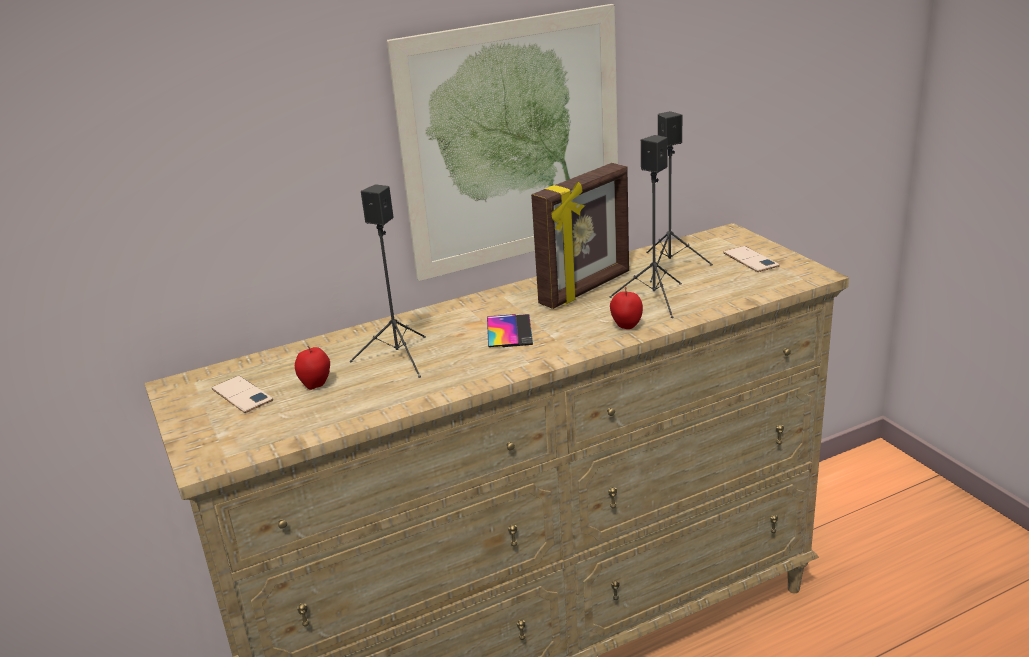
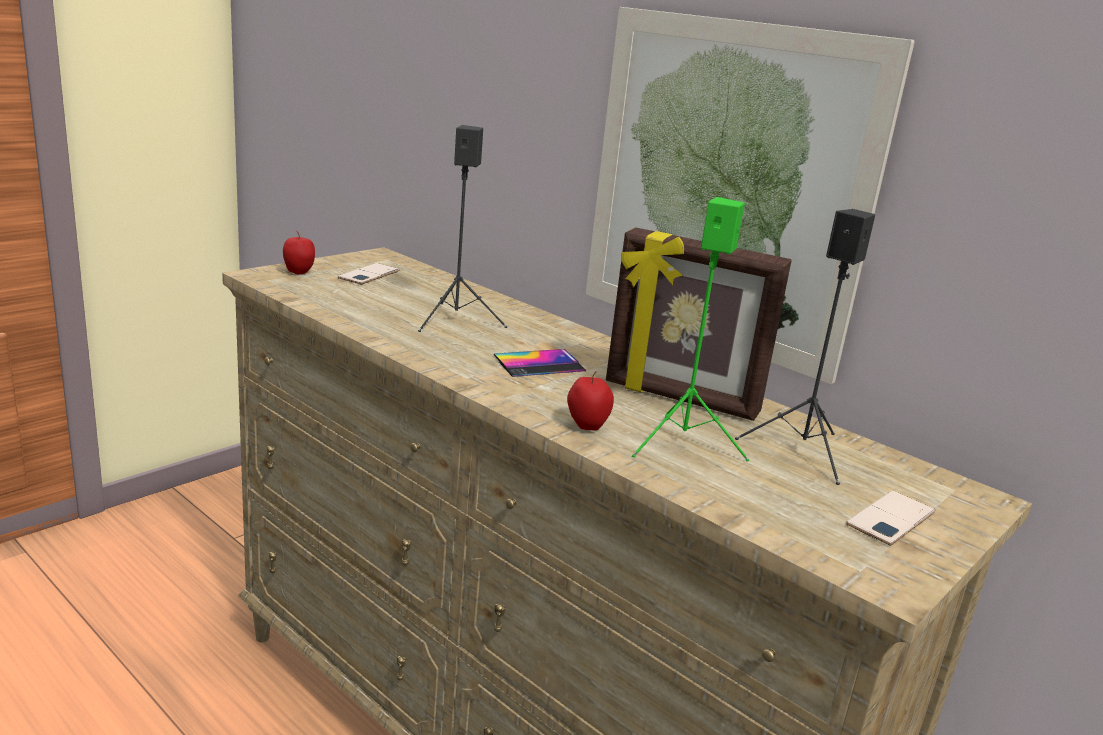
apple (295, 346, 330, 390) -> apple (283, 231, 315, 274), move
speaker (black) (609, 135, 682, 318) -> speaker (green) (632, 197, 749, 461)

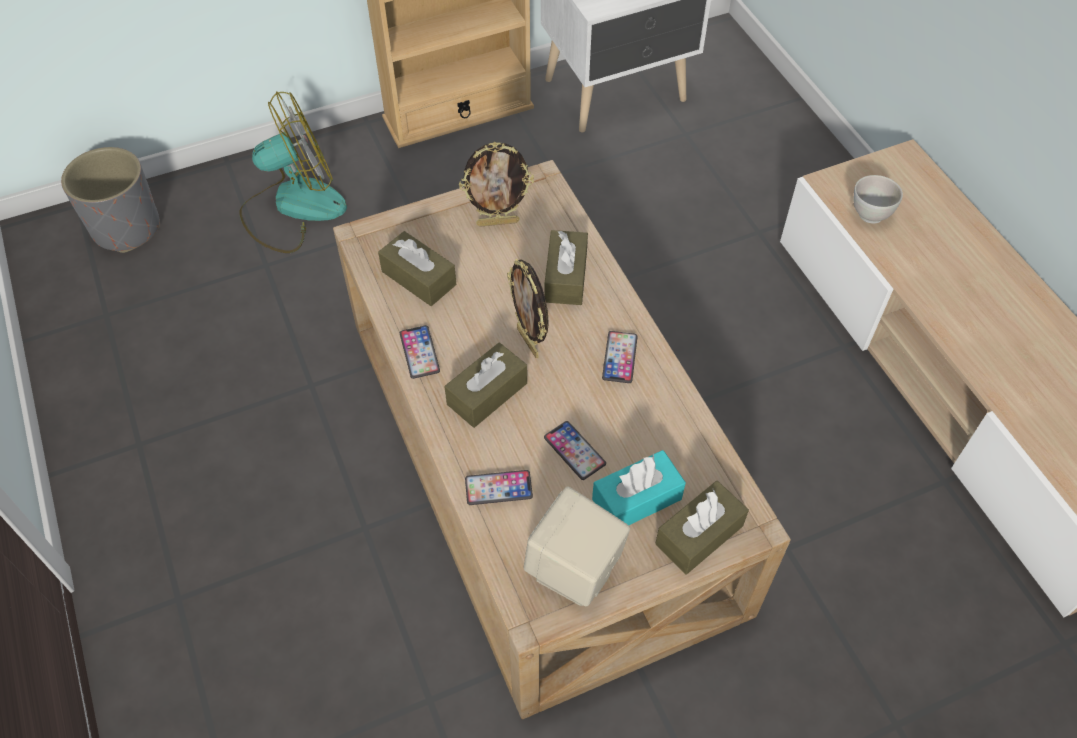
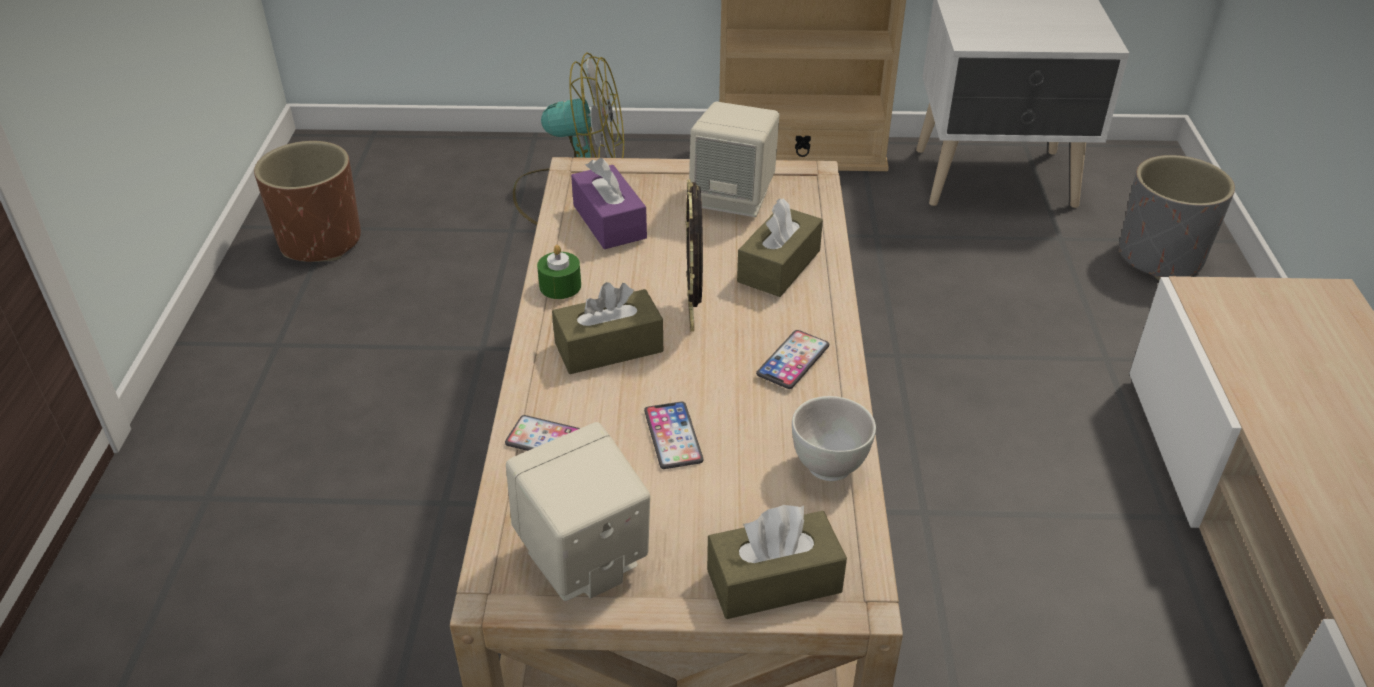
none -> planter (brown) (254, 141, 361, 262)
phone (400, 325, 440, 379) -> candle (green) (537, 245, 581, 299)
tissue box (brown) (378, 231, 456, 306) -> tissue box (purple) (571, 158, 647, 249)
picture frame (459, 142, 534, 227) -> speaker (beige) (689, 102, 779, 217)
bowl (white) (853, 175, 903, 224) -> bowl (white) (792, 396, 876, 481), move
planter (grey) (61, 147, 160, 253) -> planter (grey) (1119, 155, 1235, 280), move
tissue box (turquoise) (592, 450, 686, 525) -> none

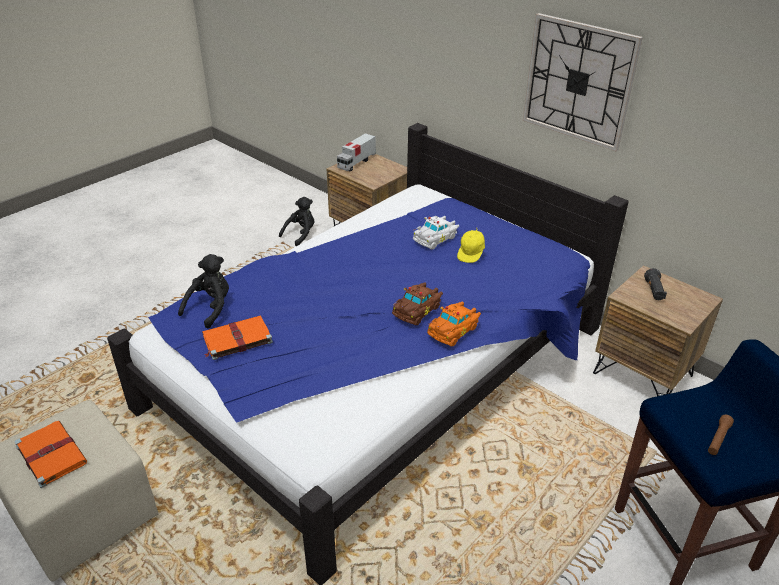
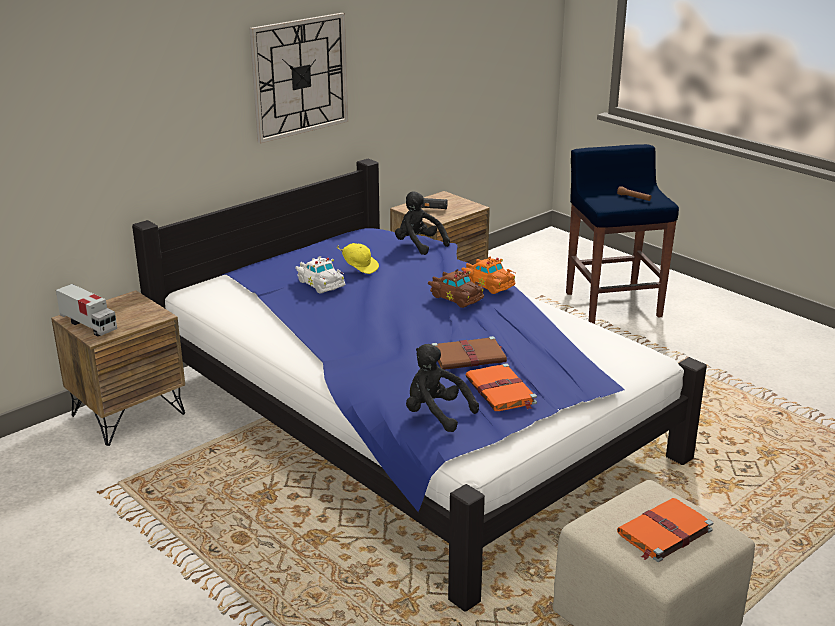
plush toy (black) (279, 197, 315, 246) -> plush toy (black) (395, 191, 450, 255), move
none -> book (brown) (431, 336, 507, 370)

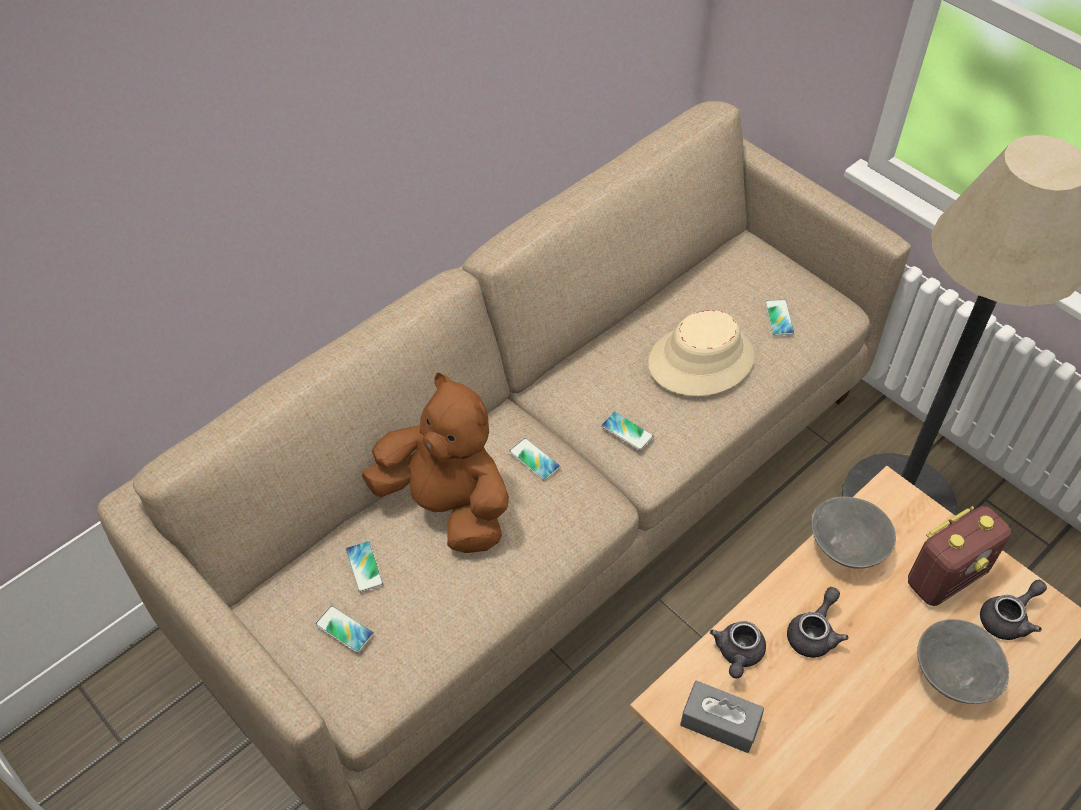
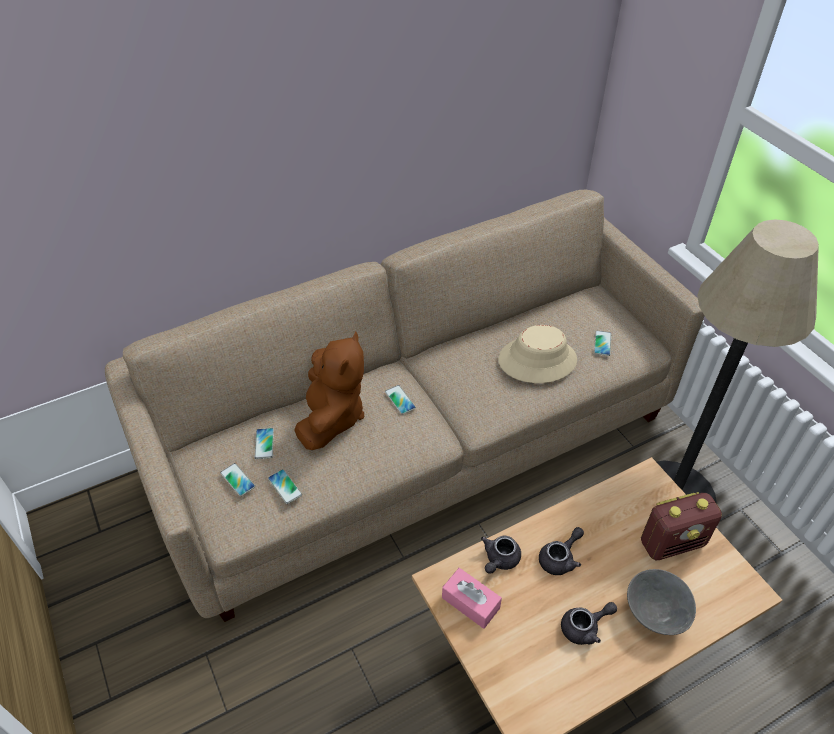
phone (601, 412, 654, 451) -> phone (268, 469, 302, 504), move
plush toy (brown) (362, 373, 509, 553) -> plush toy (brown) (294, 332, 364, 450), 45 degrees clockwise
tissue box (grey) (680, 680, 764, 753) -> tissue box (pink) (442, 568, 502, 629)
teapot (grey) (980, 580, 1047, 640) -> teapot (grey) (561, 602, 617, 645), move
bowl (grey) (811, 497, 896, 569) -> none

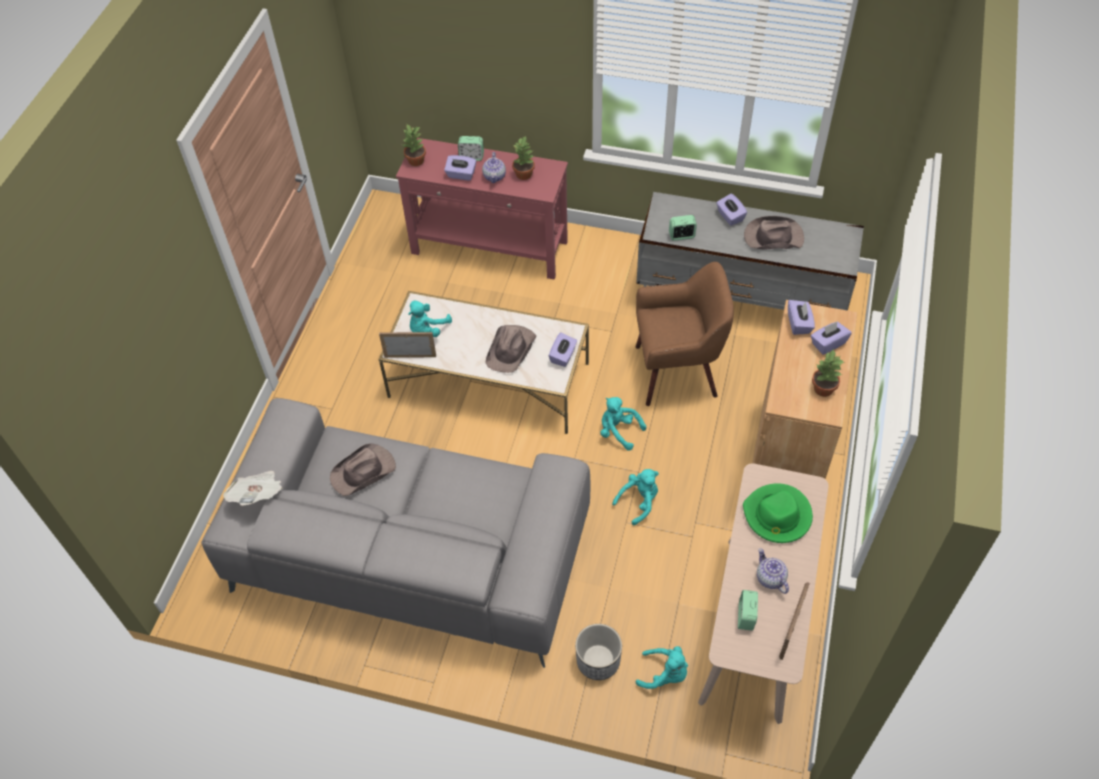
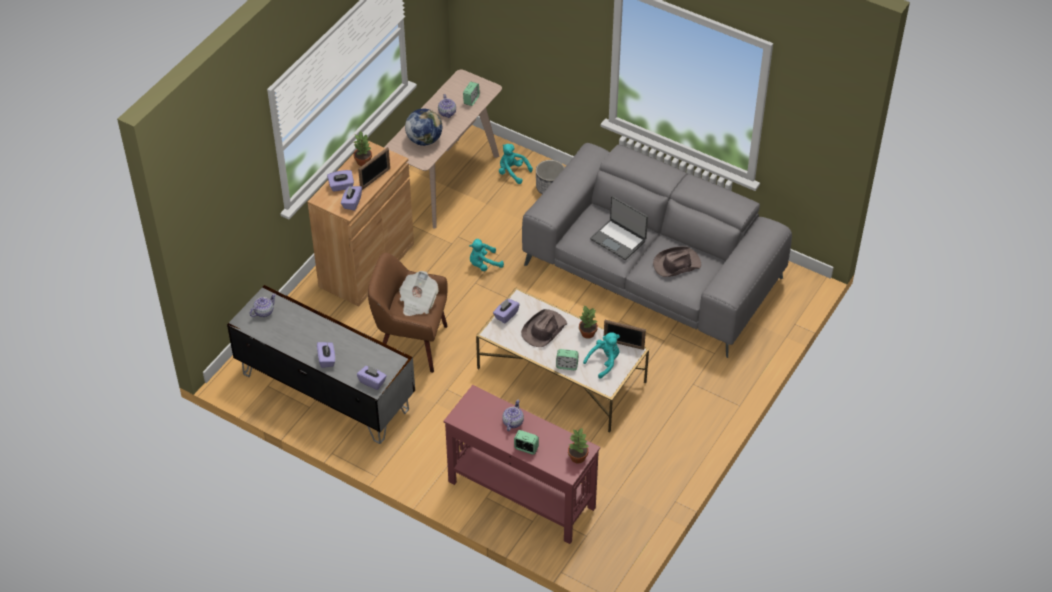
none -> teapot (250, 294, 276, 317)
tissue box (purple) (444, 155, 476, 180) -> tissue box (purple) (357, 365, 387, 390), move
picture frame (779, 582, 810, 660) -> picture frame (358, 147, 390, 190), move
newspaper (223, 471, 283, 506) -> newspaper (399, 271, 439, 316), move
hat (green) (743, 483, 813, 543) -> globe (405, 108, 442, 146)
alarm clock (669, 215, 697, 241) -> alarm clock (556, 349, 579, 370), move
potted plant (512, 136, 535, 180) -> potted plant (579, 306, 598, 339), move
none -> laptop (590, 196, 648, 260)
plush toy (turquoise) (600, 397, 646, 450) -> none
hat (brown) (744, 216, 804, 250) -> none

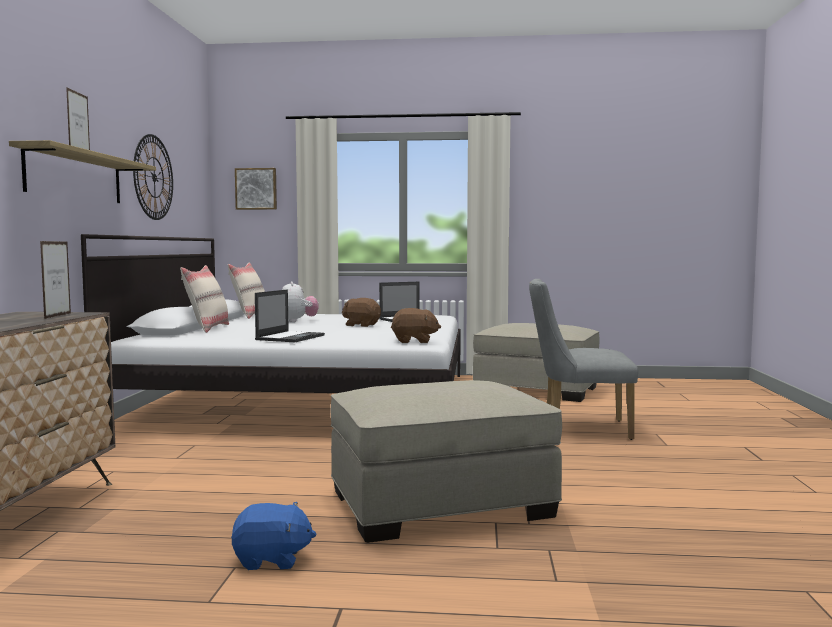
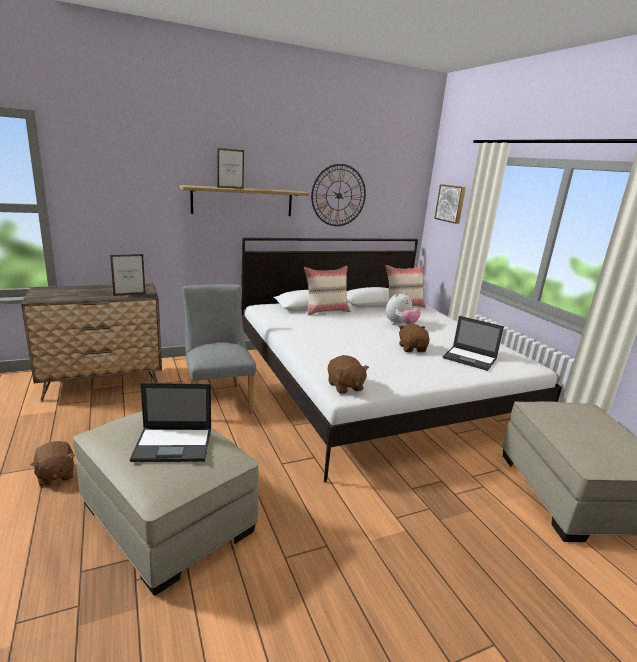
plush toy (blue) (231, 502, 316, 570) -> plush toy (brown) (31, 441, 75, 486)
laptop (255, 289, 325, 342) -> laptop (130, 383, 211, 462), move
chair (grey) (529, 279, 638, 440) -> chair (grey) (182, 284, 256, 413), move

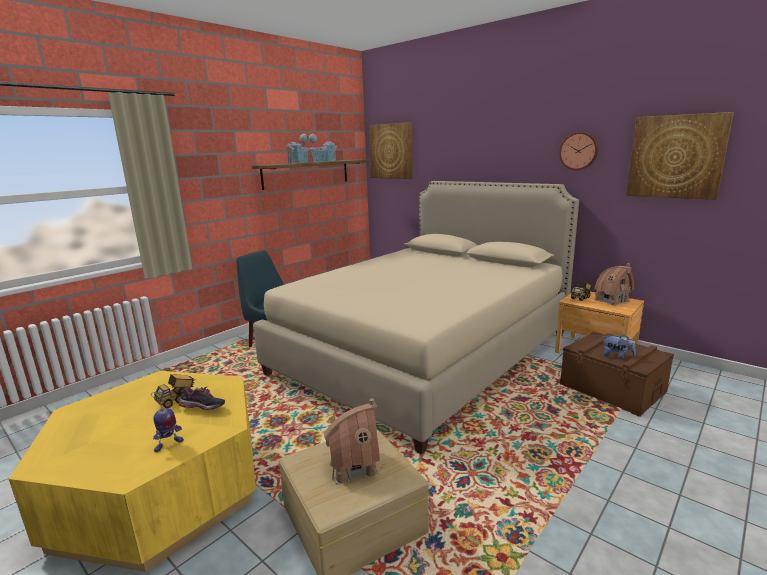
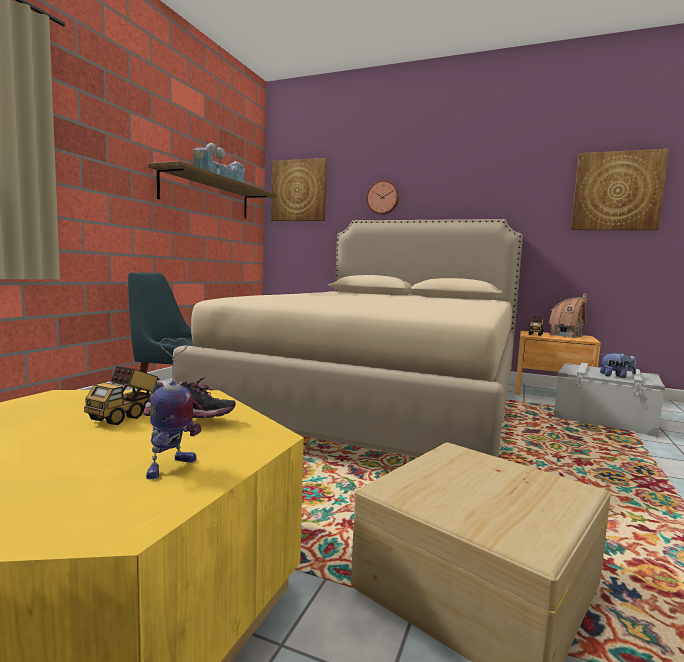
wall clock (559, 132, 598, 170) -> wall clock (366, 180, 399, 215), move
storage box (brown) (560, 331, 674, 417) -> storage box (grey) (553, 363, 665, 437)
toy house (323, 398, 380, 485) -> none

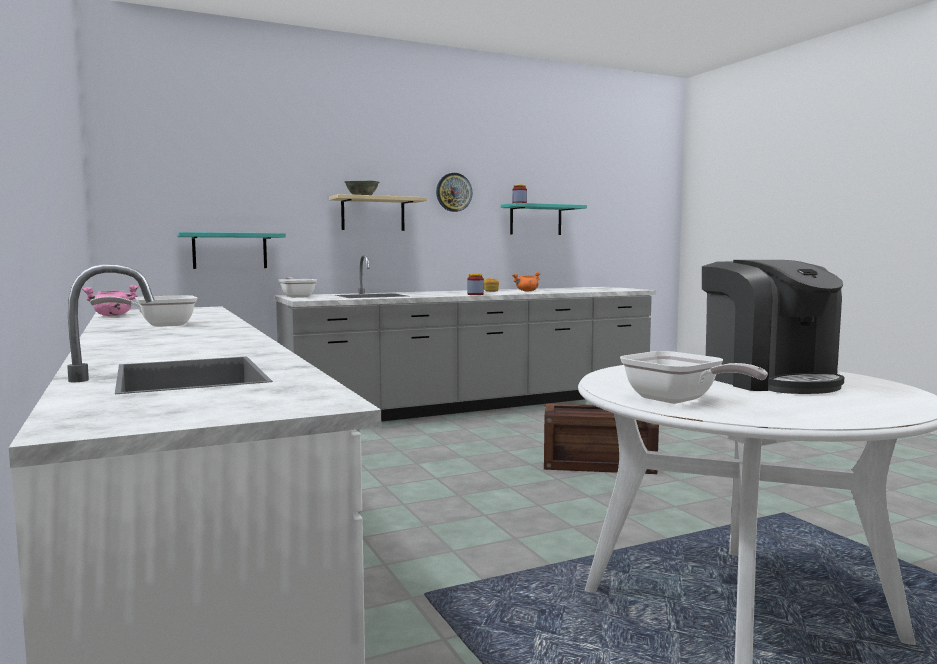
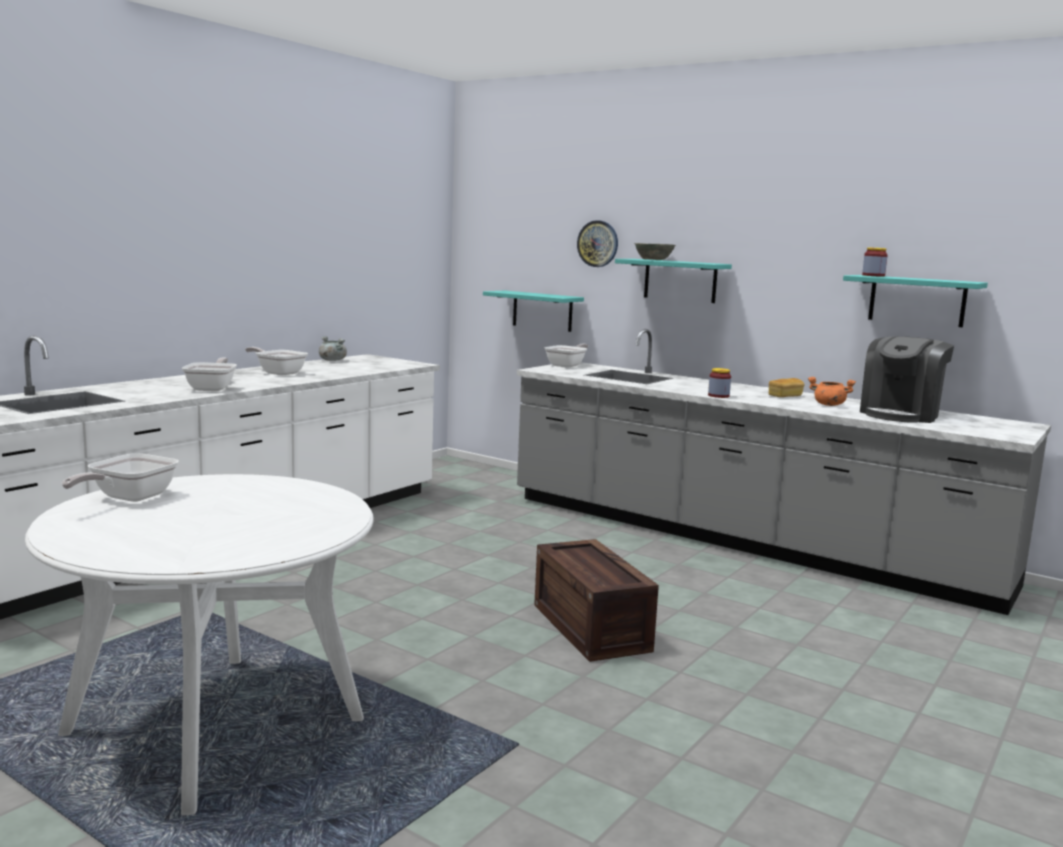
none -> frying pan (182, 358, 237, 391)
cooking pot (pink) (82, 285, 139, 316) -> cooking pot (grey) (319, 336, 347, 361)
wall clock (436, 173, 472, 212) -> wall clock (577, 220, 618, 267), move
shelf (beige) (329, 194, 427, 231) -> shelf (turquoise) (615, 259, 732, 303)
coffee machine (702, 260, 844, 394) -> coffee machine (860, 336, 954, 423), move

